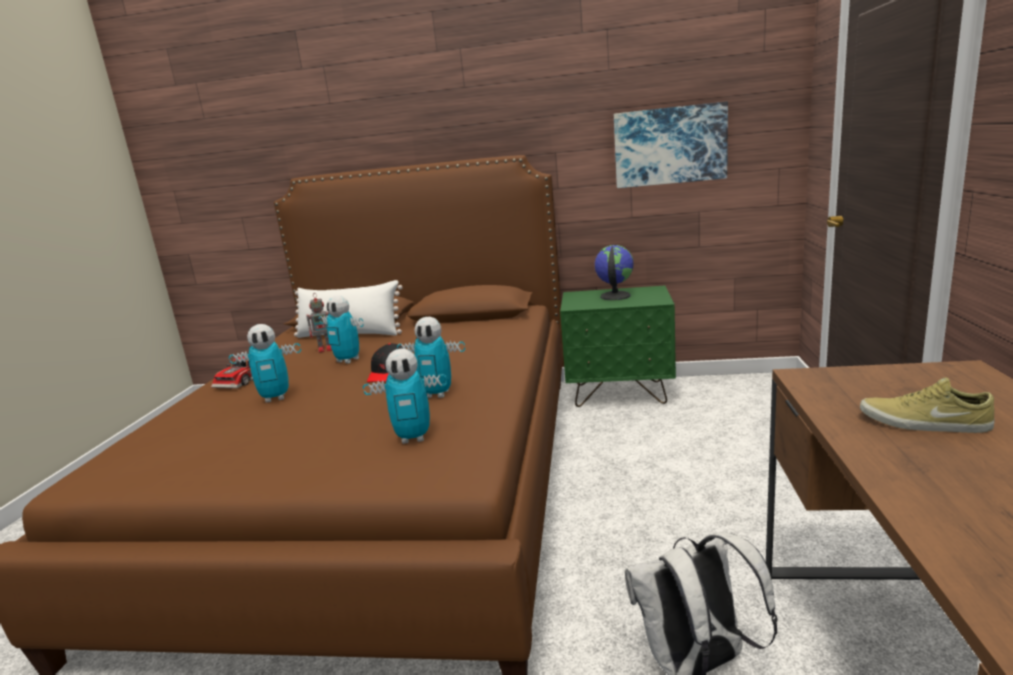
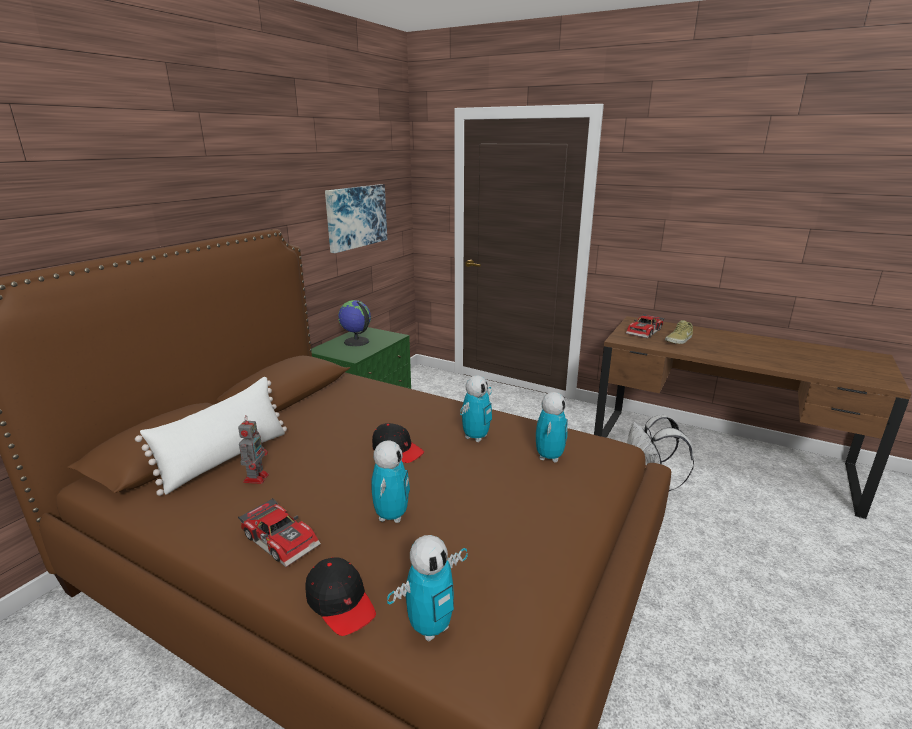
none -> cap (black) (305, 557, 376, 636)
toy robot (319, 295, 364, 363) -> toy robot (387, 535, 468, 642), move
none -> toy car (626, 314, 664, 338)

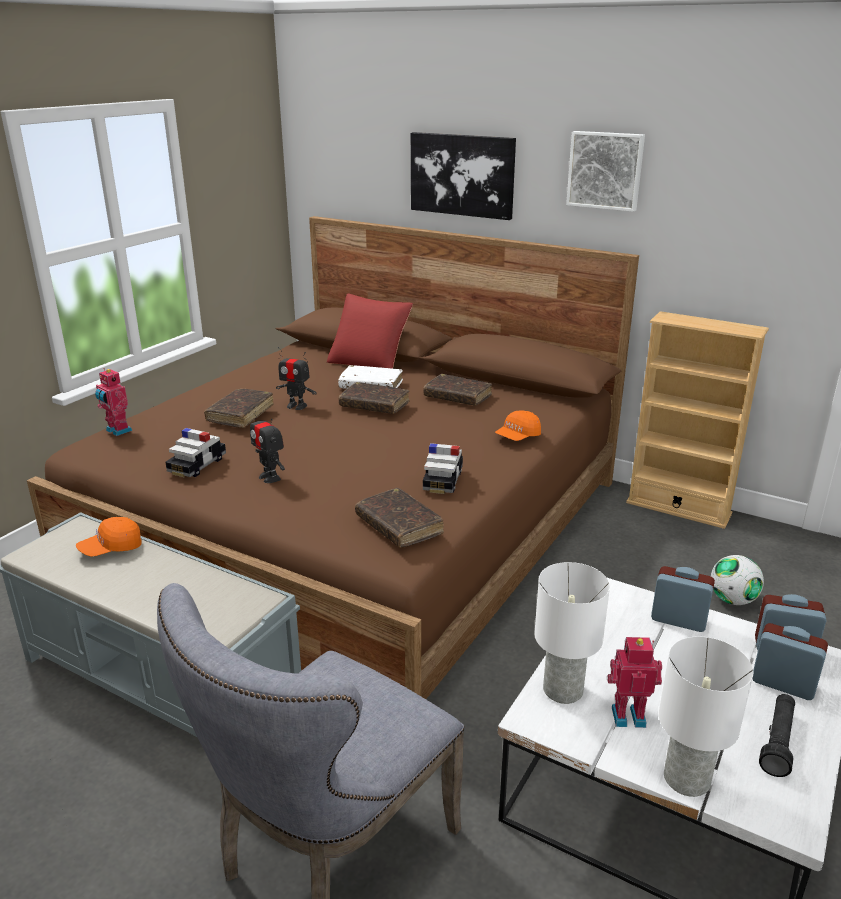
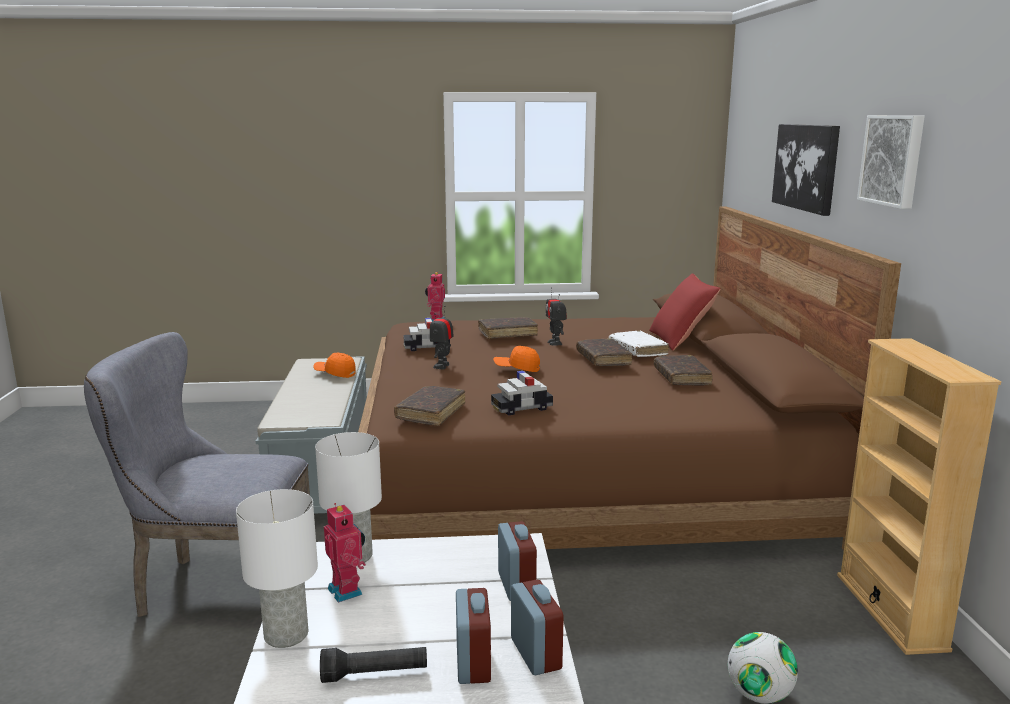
cap (orange) (495, 410, 541, 441) -> cap (orange) (493, 346, 540, 372), move

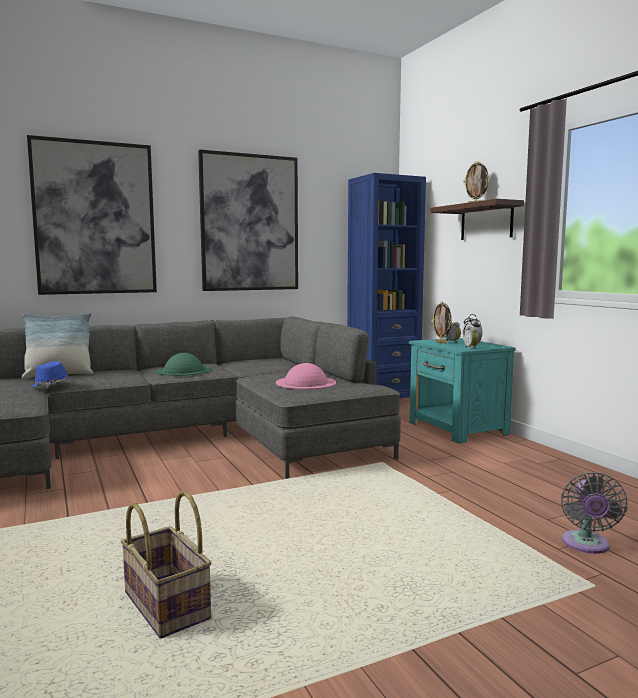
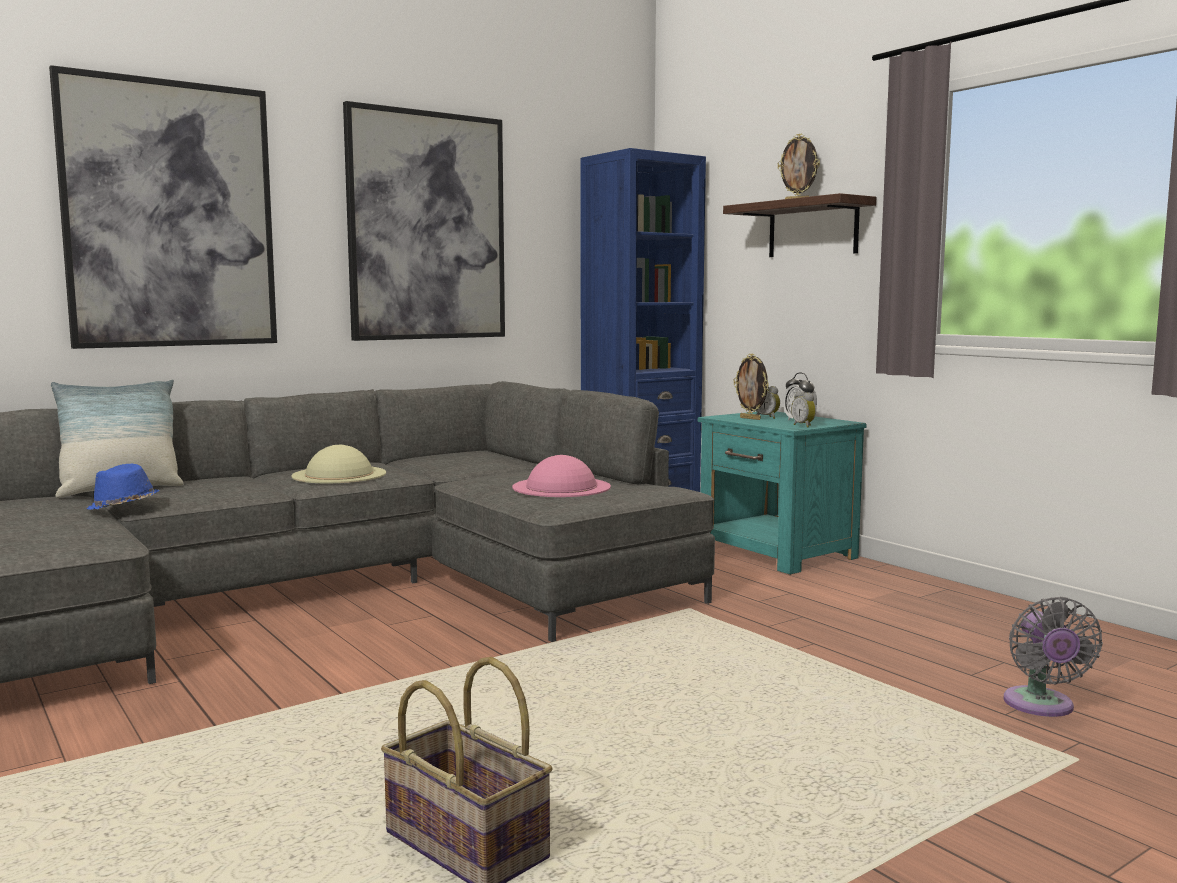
hat (green) (156, 353, 211, 376) -> hat (beige) (291, 445, 386, 483)

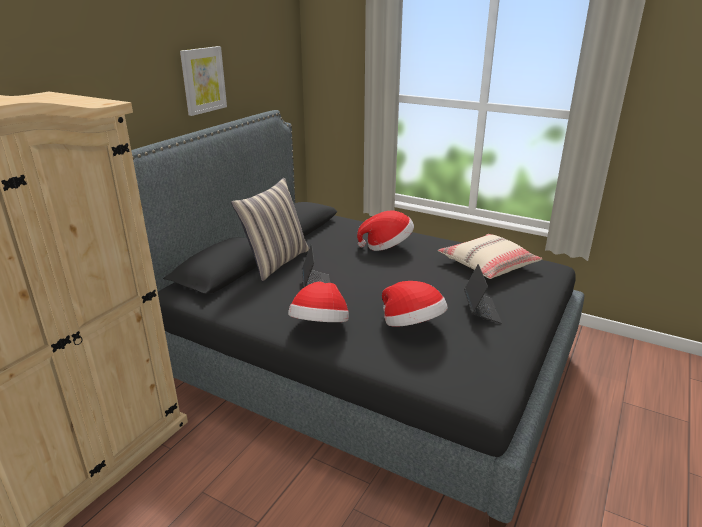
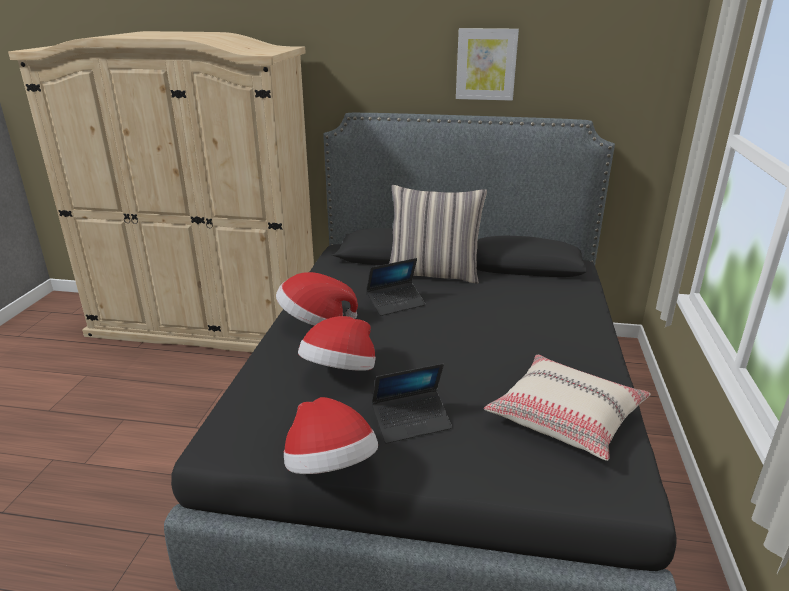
hat (357, 210, 414, 251) -> hat (284, 397, 378, 474), move

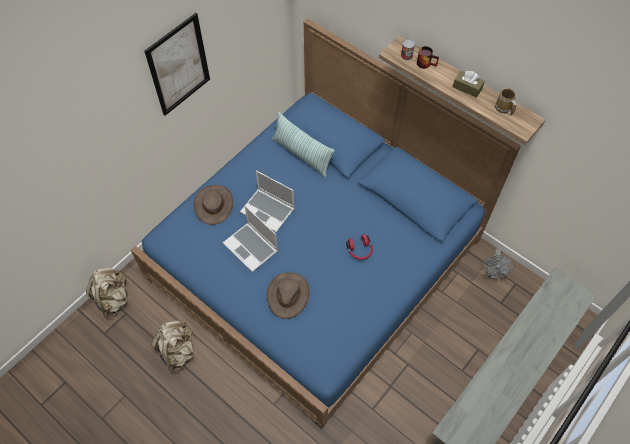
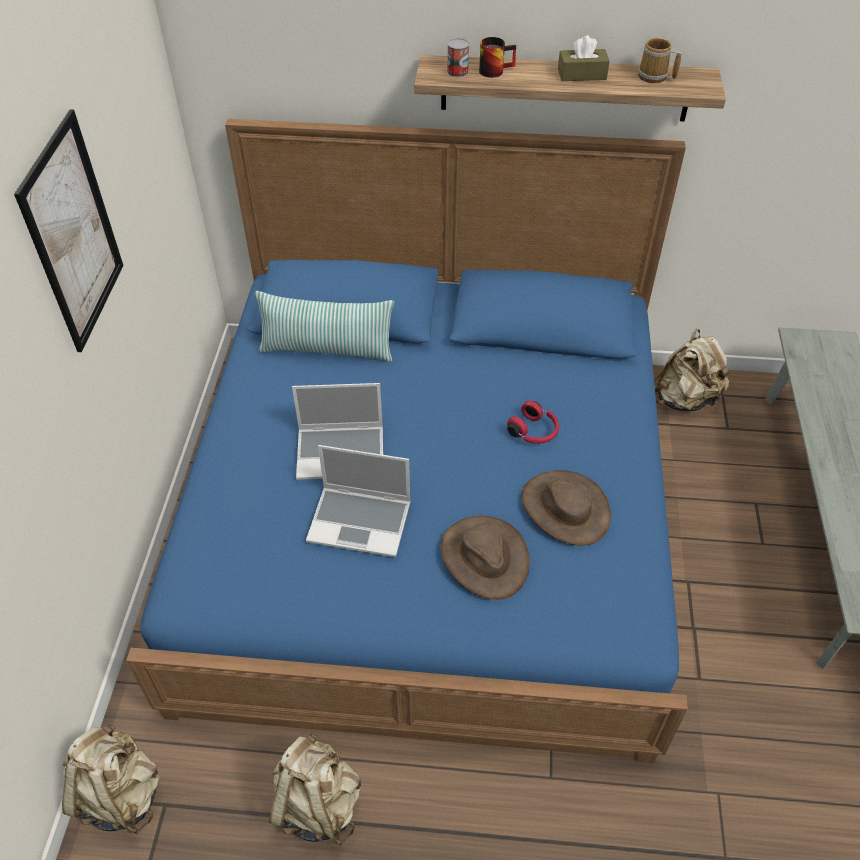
hat (brown) (194, 185, 233, 225) -> hat (brown) (522, 470, 611, 546), move
fan (grey) (482, 249, 515, 279) -> backpack (beige) (654, 329, 730, 411)

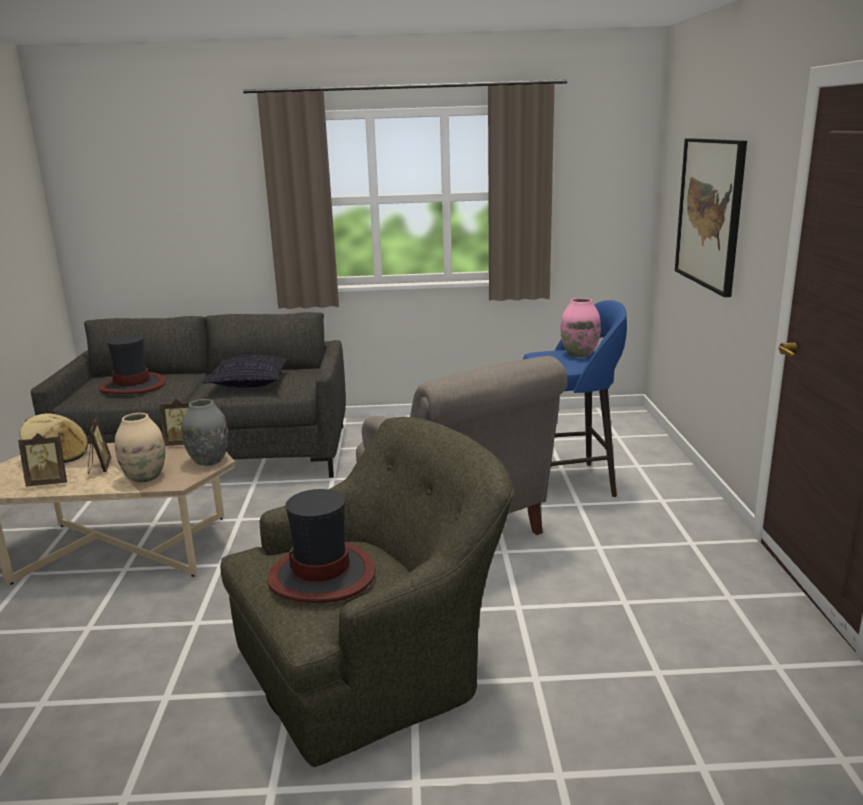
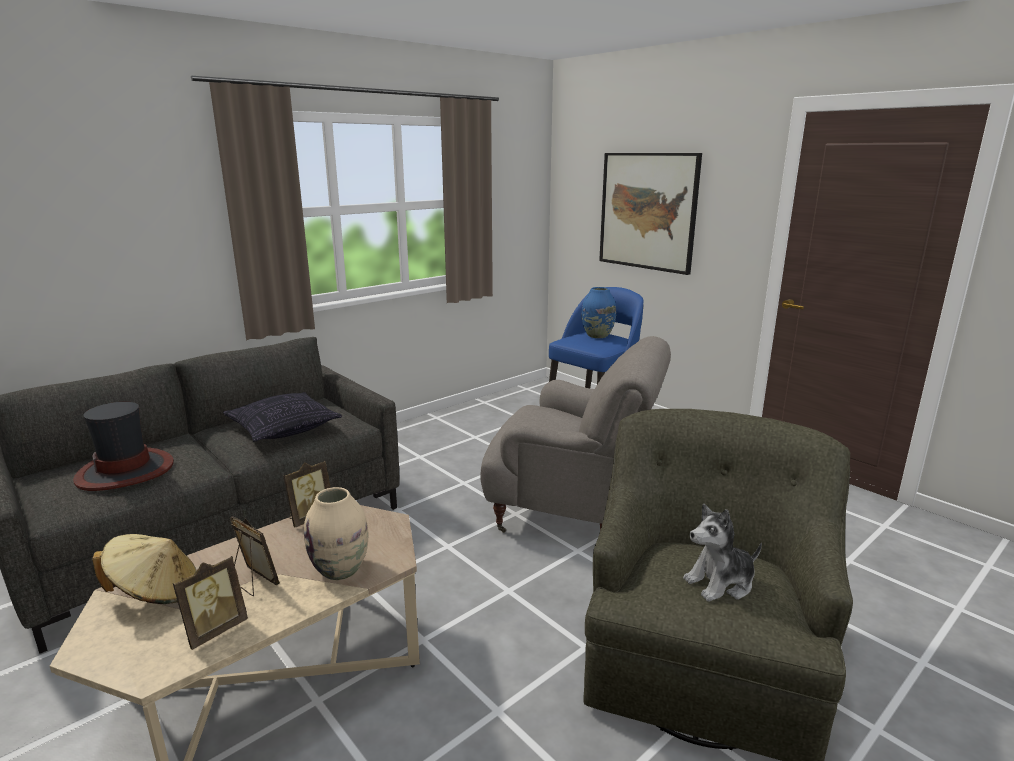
vase (pink) (561, 298, 601, 357) -> vase (blue) (582, 287, 616, 338)
hat (267, 489, 376, 603) -> plush toy (683, 504, 762, 602)
vase (grey) (182, 399, 229, 466) -> none

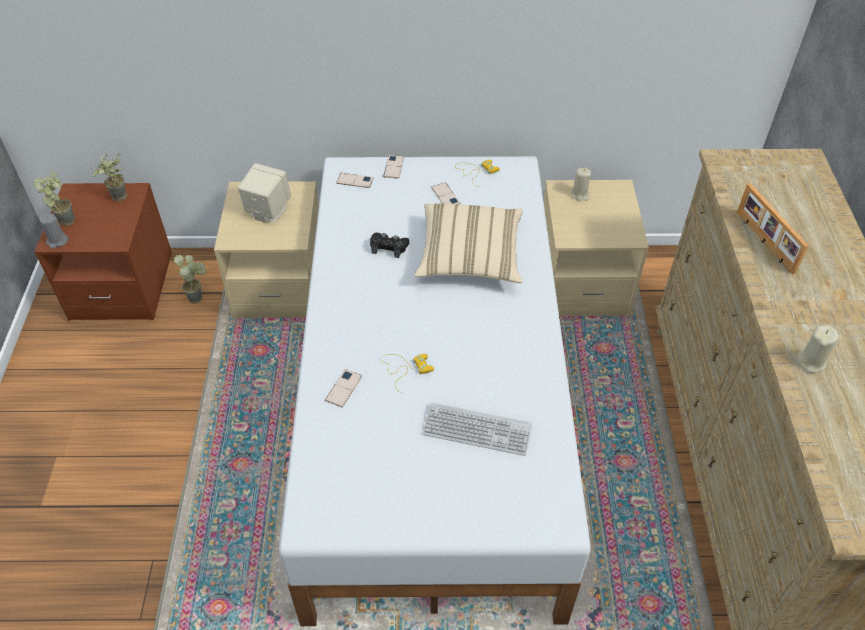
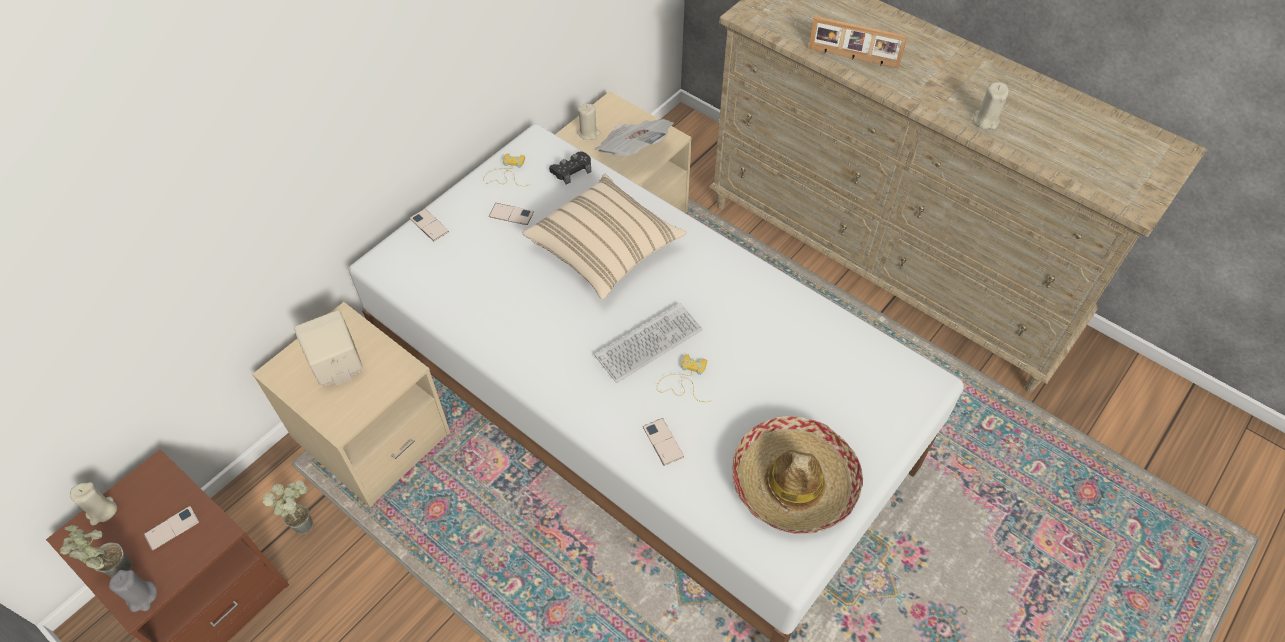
none -> candle (beige) (70, 482, 117, 526)
phone (336, 173, 374, 188) -> phone (144, 506, 199, 551), move
game controller (black) (370, 233, 409, 258) -> game controller (black) (549, 151, 591, 184), move
none -> newspaper (595, 119, 674, 156)
keyboard (422, 403, 532, 456) -> keyboard (595, 303, 702, 383), move
none -> hat (732, 416, 863, 534)
potted plant (91, 154, 127, 202) -> none

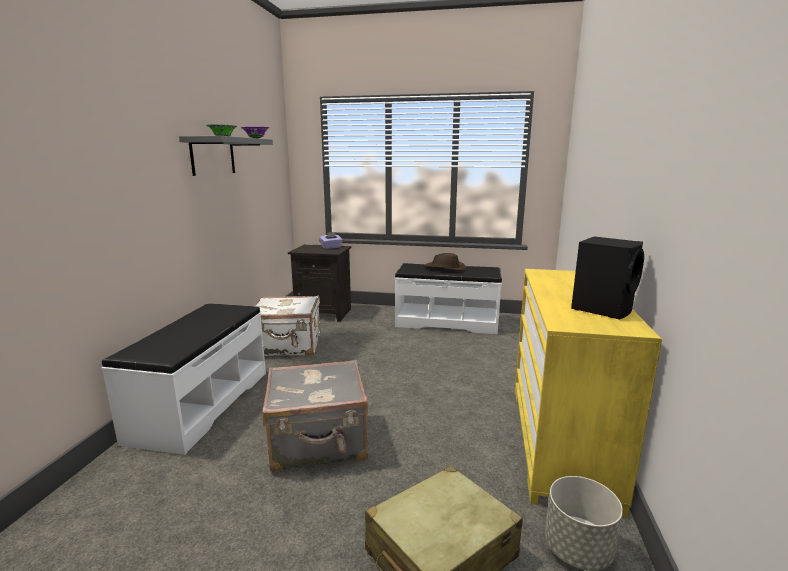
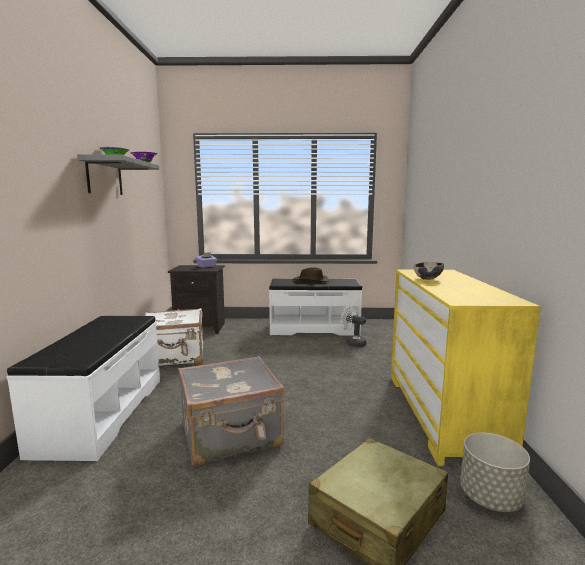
none -> fan (white) (340, 306, 366, 347)
none -> bowl (413, 262, 444, 280)
speaker (black) (571, 236, 644, 320) -> none

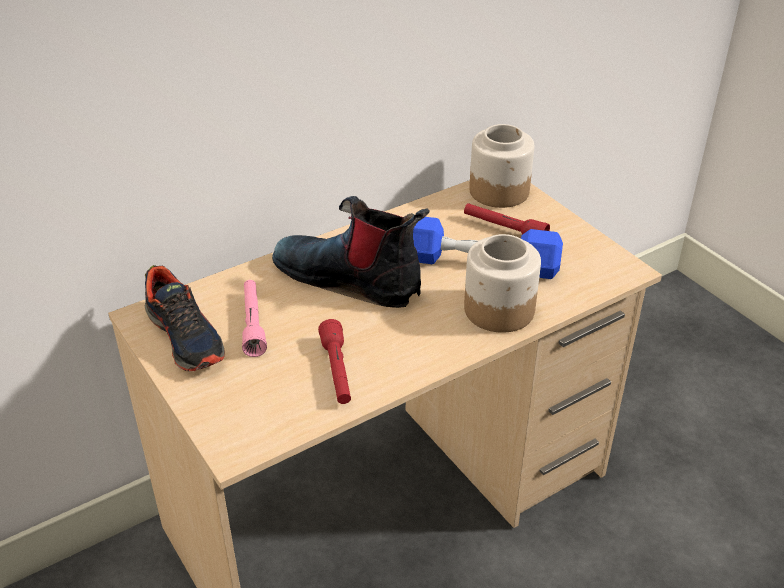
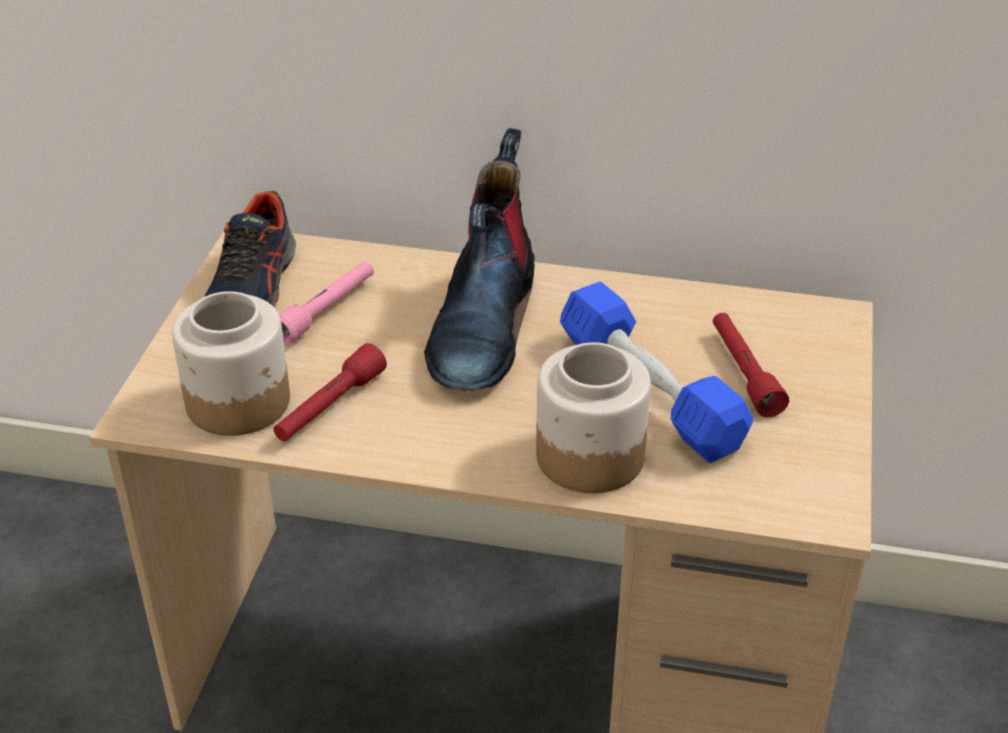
jar (469, 124, 534, 208) -> jar (172, 291, 290, 436), move
boot (272, 196, 430, 308) -> boot (424, 128, 535, 392), 150 degrees counterclockwise

